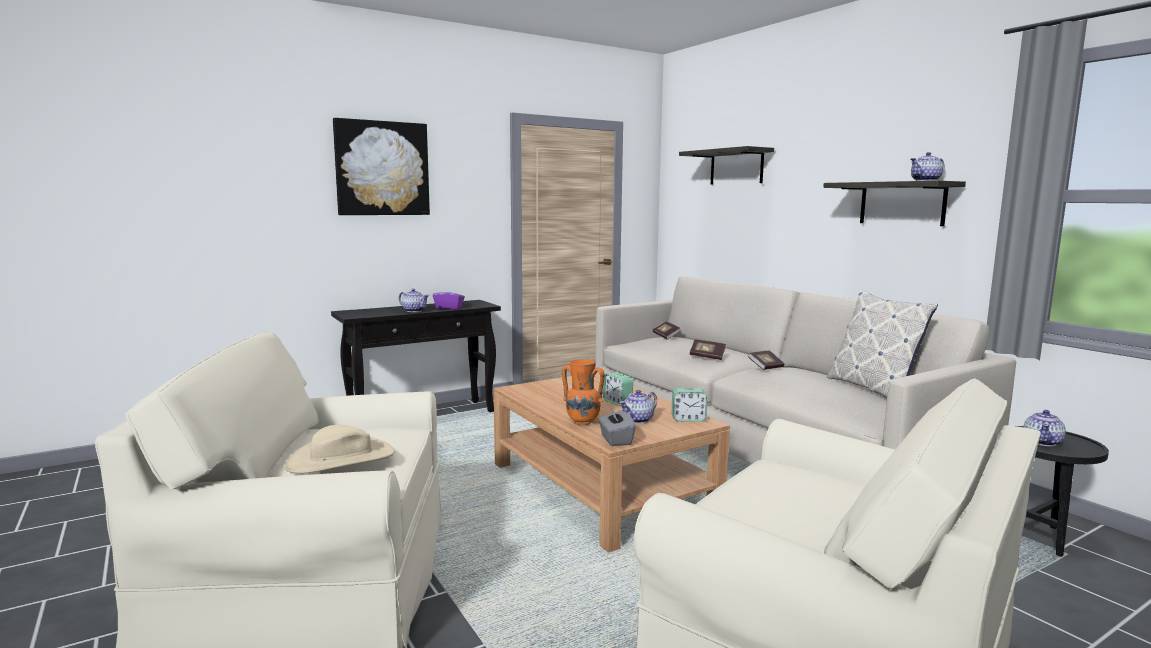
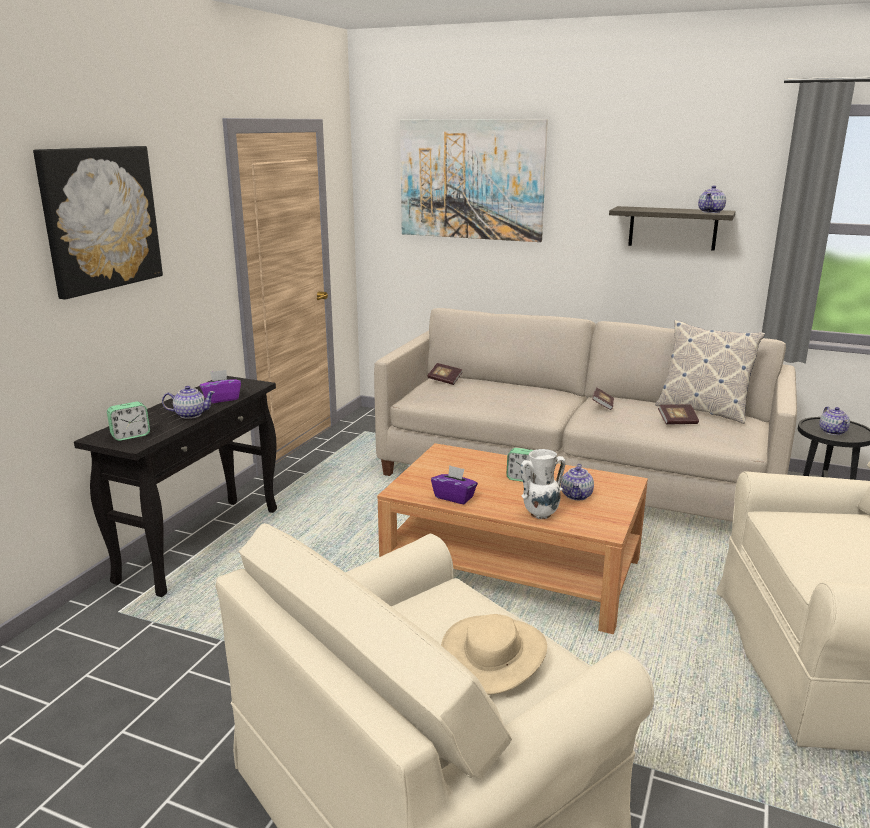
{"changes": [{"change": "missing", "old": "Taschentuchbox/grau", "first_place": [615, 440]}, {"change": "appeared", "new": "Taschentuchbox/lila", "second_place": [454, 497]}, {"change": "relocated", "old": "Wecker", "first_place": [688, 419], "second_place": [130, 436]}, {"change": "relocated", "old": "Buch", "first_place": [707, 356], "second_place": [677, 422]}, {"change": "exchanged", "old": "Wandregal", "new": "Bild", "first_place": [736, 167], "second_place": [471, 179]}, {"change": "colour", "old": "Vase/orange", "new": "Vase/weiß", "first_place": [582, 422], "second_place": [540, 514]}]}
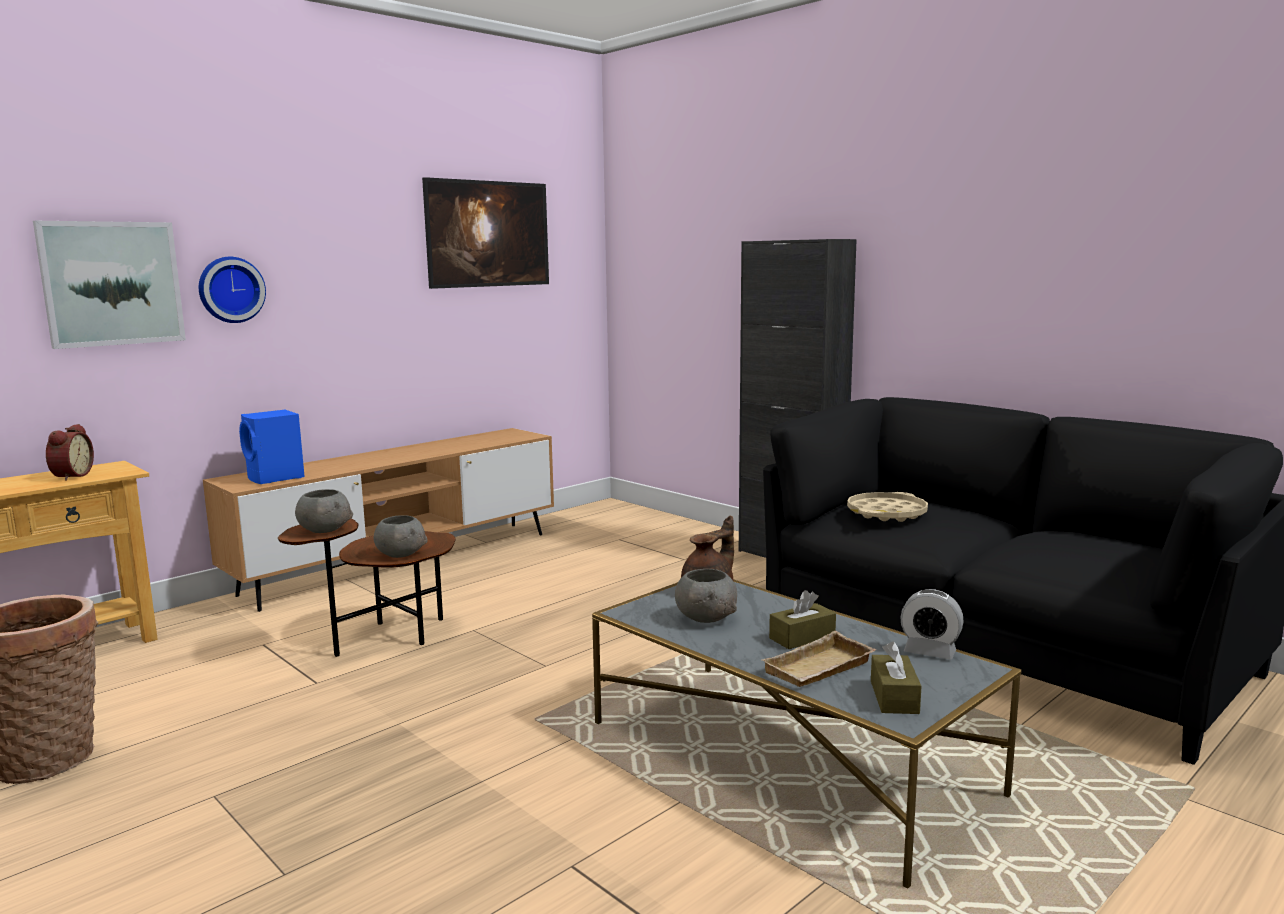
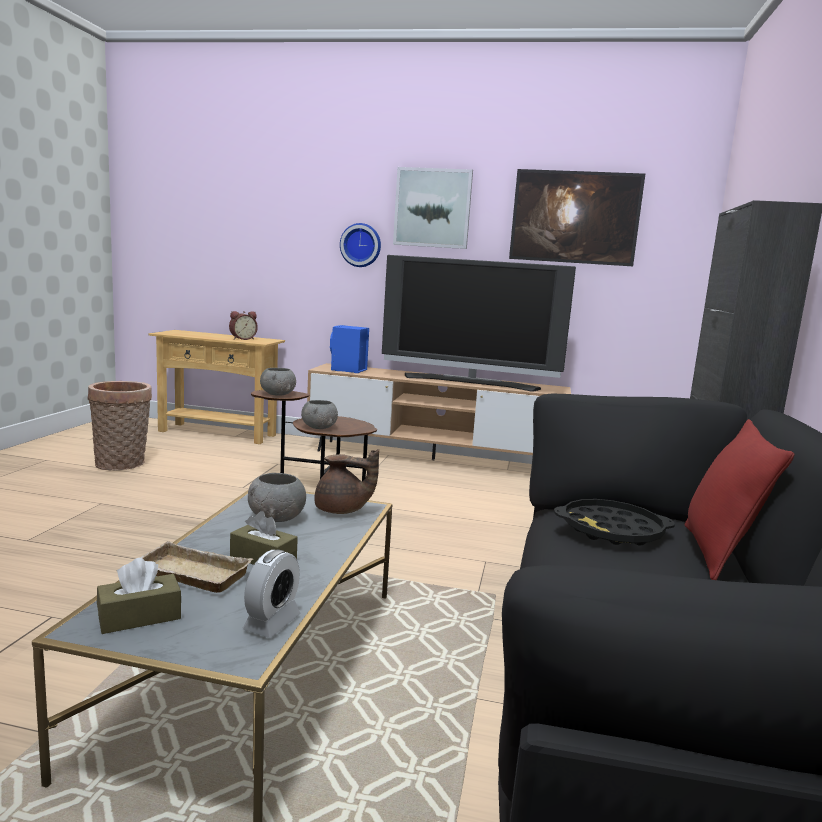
{"changes": [{"change": "appeared", "new": "Fernseher", "second_place": [470, 382]}, {"change": "appeared", "new": "Kissen/rot", "second_place": [718, 554]}, {"change": "relocated", "old": "Bild", "first_place": [112, 283], "second_place": [432, 208]}, {"change": "colour", "old": "Tablett/beige", "new": "Tablett/schwarz", "first_place": [887, 513], "second_place": [611, 530]}, {"change": "spun", "old": "Wecker", "first_place": [929, 652], "second_place": [272, 623], "degrees": -150}]}
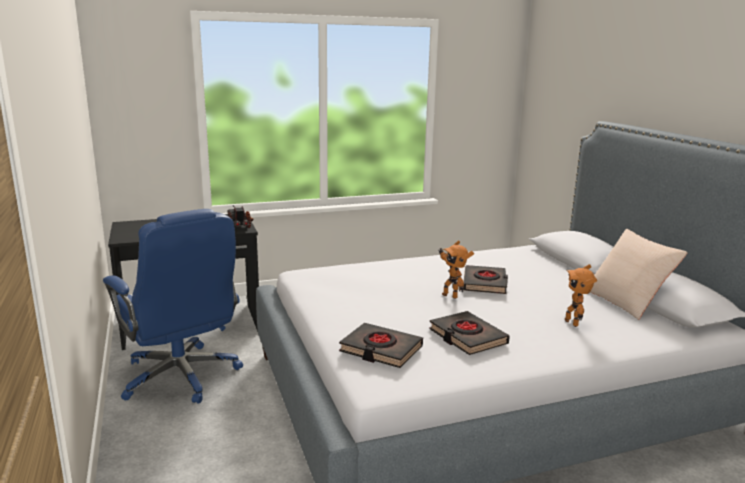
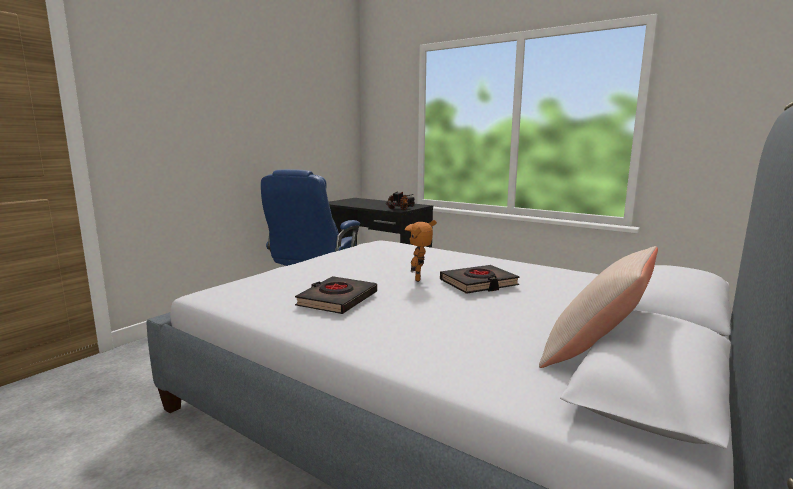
{"changes": [{"change": "missing", "old": "Buch/schwarz", "first_place": [381, 350]}, {"change": "missing", "old": "Spielzeugroboter", "first_place": [573, 323]}]}
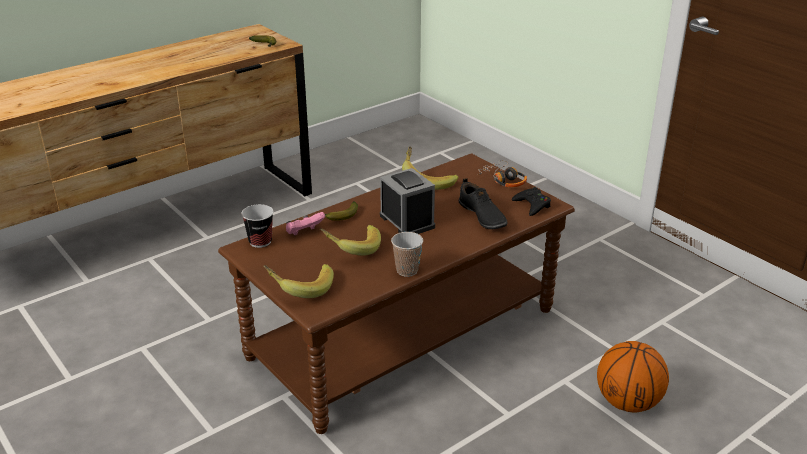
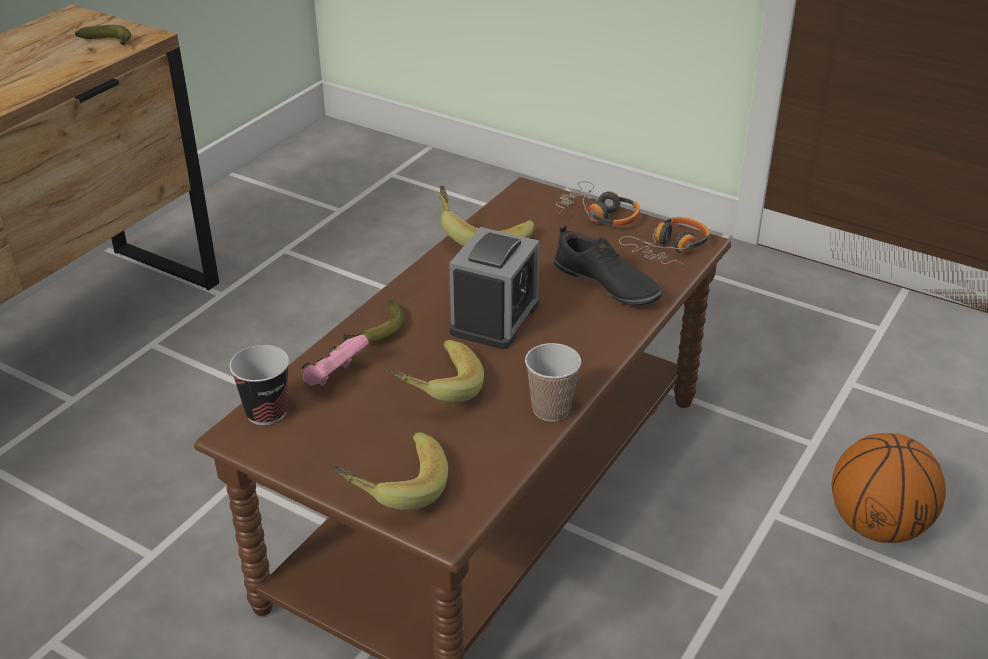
{"changes": [{"change": "exchanged", "old": "Gamepad/schwarz", "new": "Kopfhörer", "first_place": [532, 205], "second_place": [669, 249]}, {"change": "spun", "old": "Wecker", "first_place": [407, 221], "second_place": [494, 318], "degrees": 75}]}
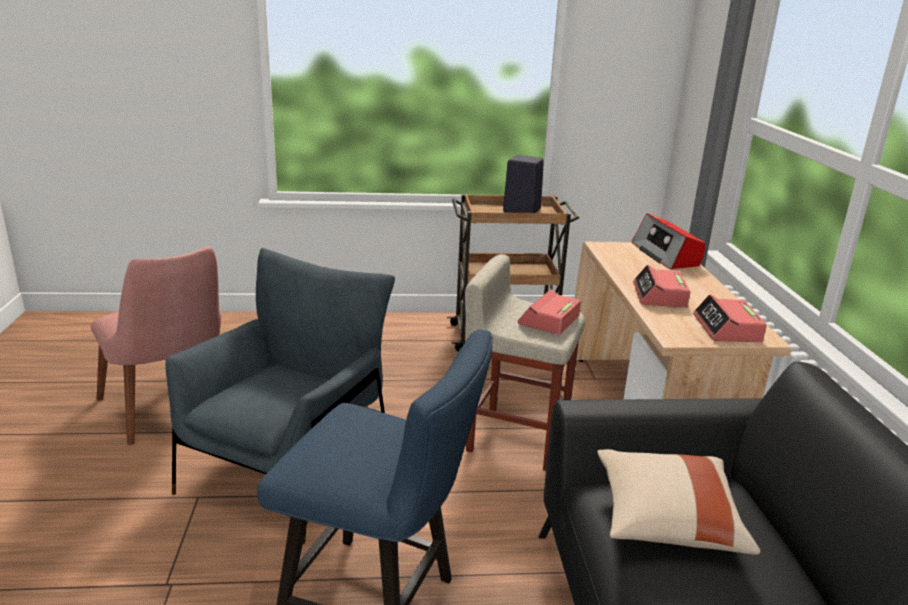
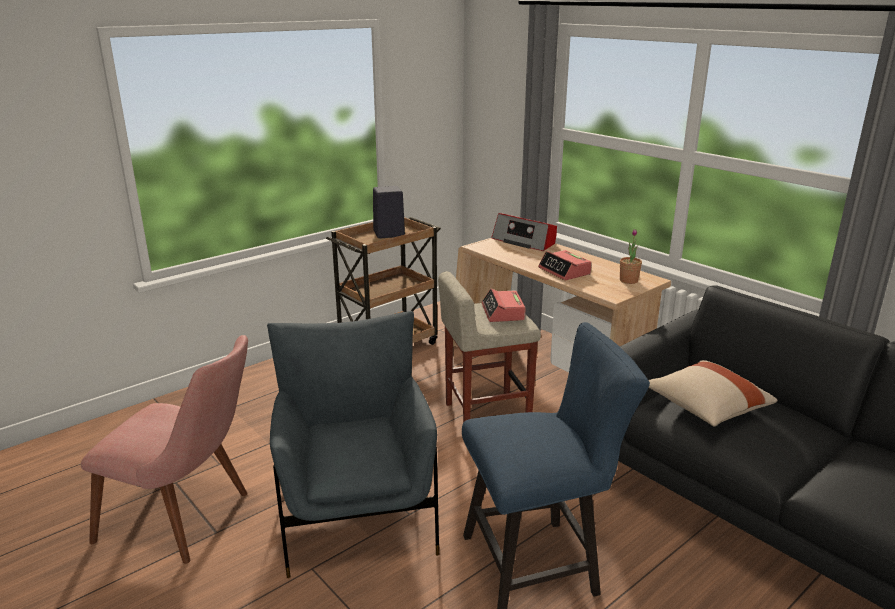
{"changes": [{"change": "exchanged", "old": "Wecker", "new": "Topfpflanze", "first_place": [727, 329], "second_place": [628, 280]}]}
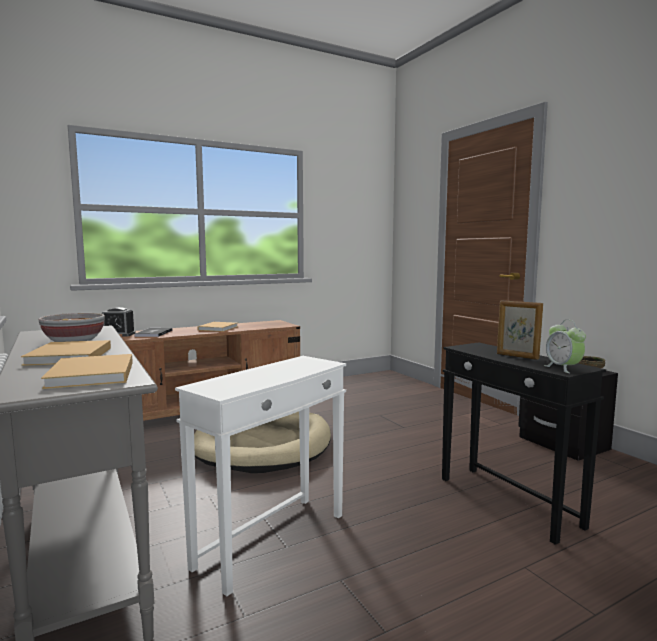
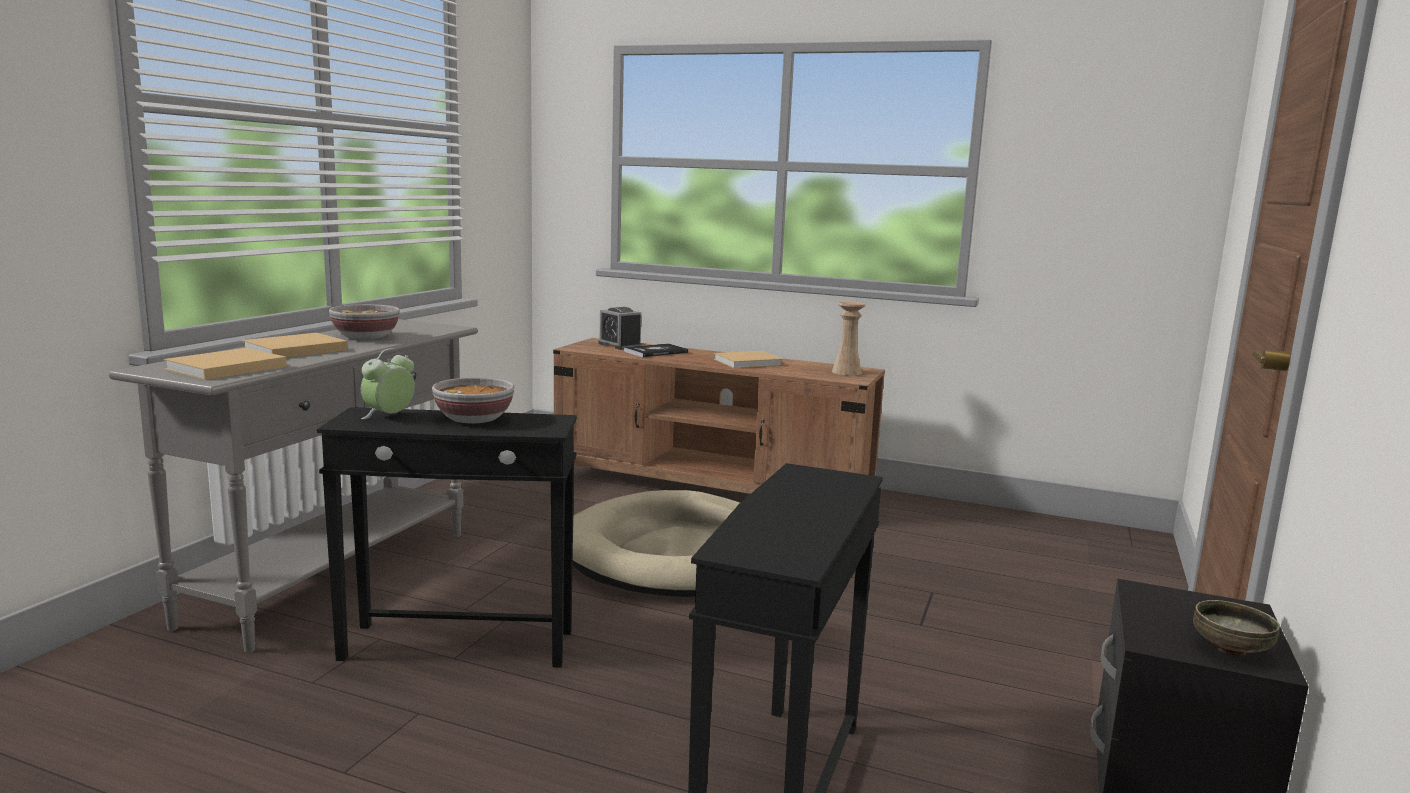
{"changes": [{"change": "missing", "old": "Bilderrahmen", "first_place": [517, 356]}, {"change": "appeared", "new": "Schüssel", "second_place": [475, 419]}, {"change": "appeared", "new": "Vase/beige", "second_place": [846, 372]}, {"change": "relocated", "old": "Wecker", "first_place": [563, 368], "second_place": [389, 416]}, {"change": "colour", "old": "Beistelltisch/weiß", "new": "Beistelltisch/schwarz", "first_place": [273, 540], "second_place": [459, 646]}]}
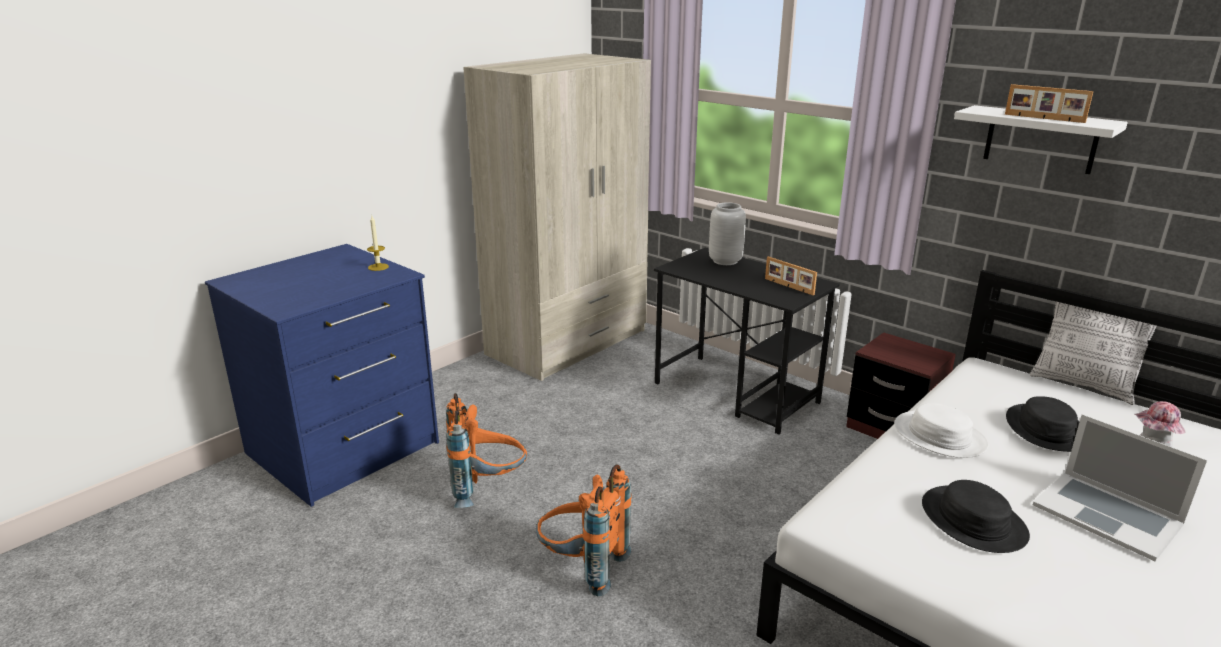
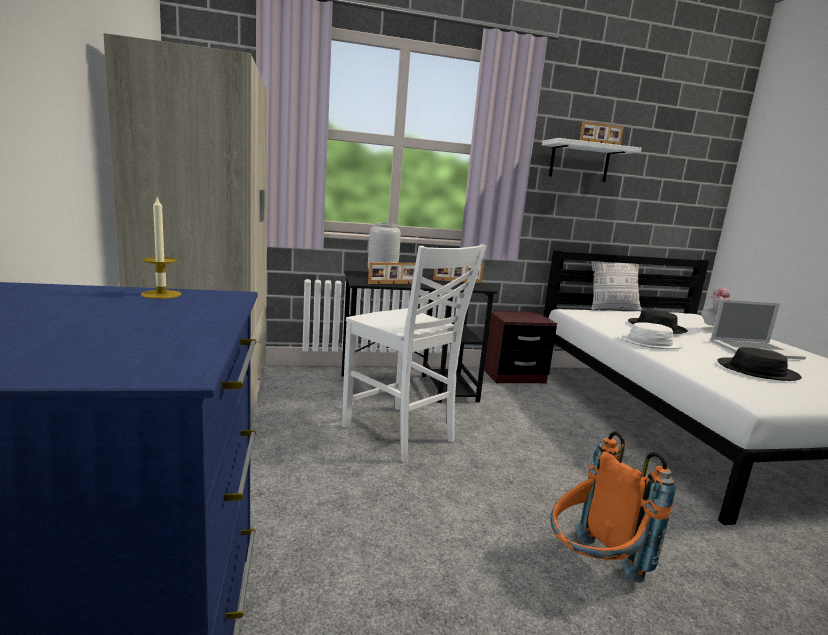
{"changes": [{"change": "missing", "old": "Rucksack/orange", "first_place": [487, 489]}, {"change": "appeared", "new": "Stuhl/weiß", "second_place": [400, 434]}, {"change": "appeared", "new": "Bilderrahmen", "second_place": [393, 283]}]}
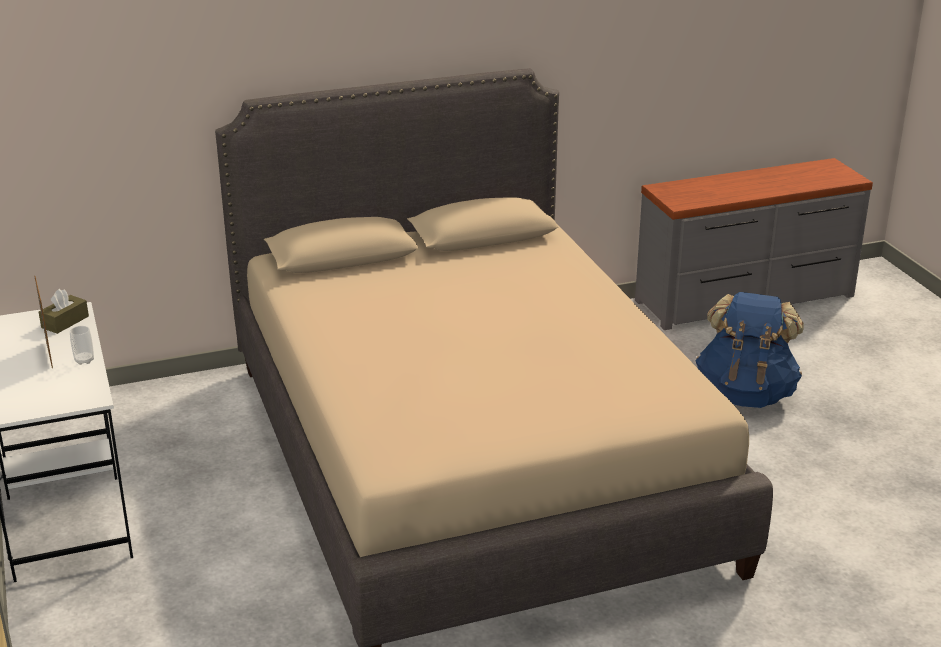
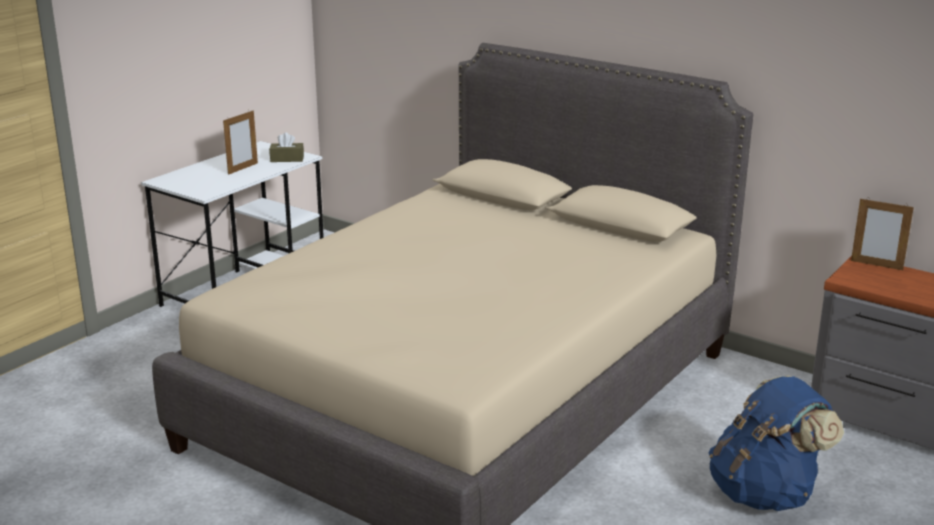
{"changes": [{"change": "missing", "old": "Tasse", "first_place": [84, 360]}, {"change": "appeared", "new": "Bilderrahmen", "second_place": [876, 265]}]}
